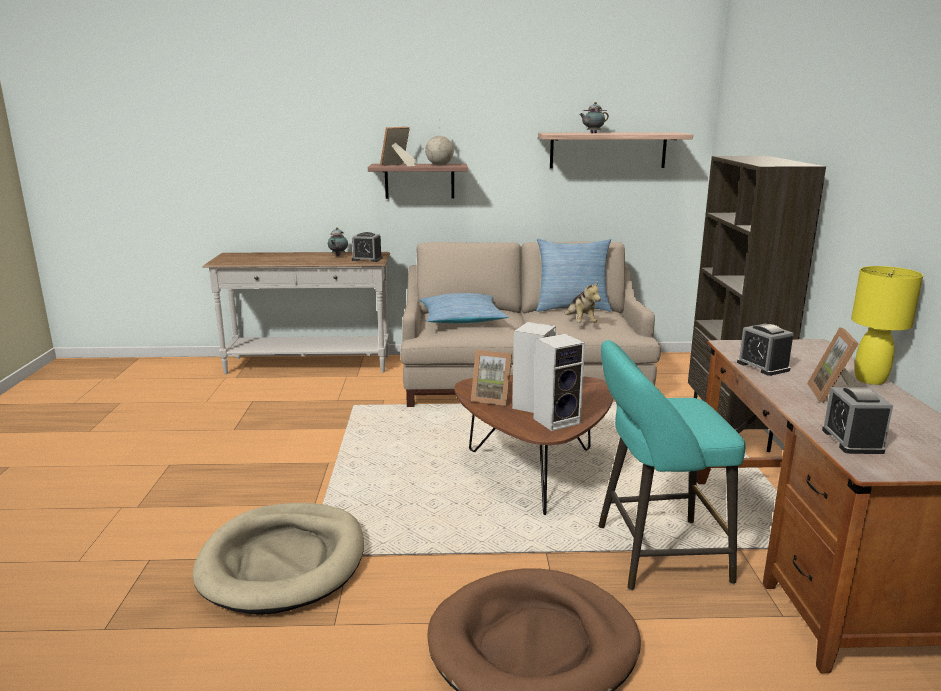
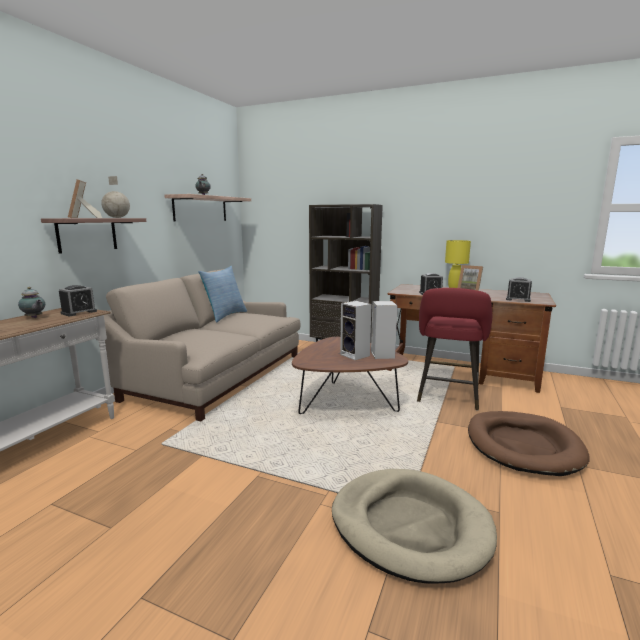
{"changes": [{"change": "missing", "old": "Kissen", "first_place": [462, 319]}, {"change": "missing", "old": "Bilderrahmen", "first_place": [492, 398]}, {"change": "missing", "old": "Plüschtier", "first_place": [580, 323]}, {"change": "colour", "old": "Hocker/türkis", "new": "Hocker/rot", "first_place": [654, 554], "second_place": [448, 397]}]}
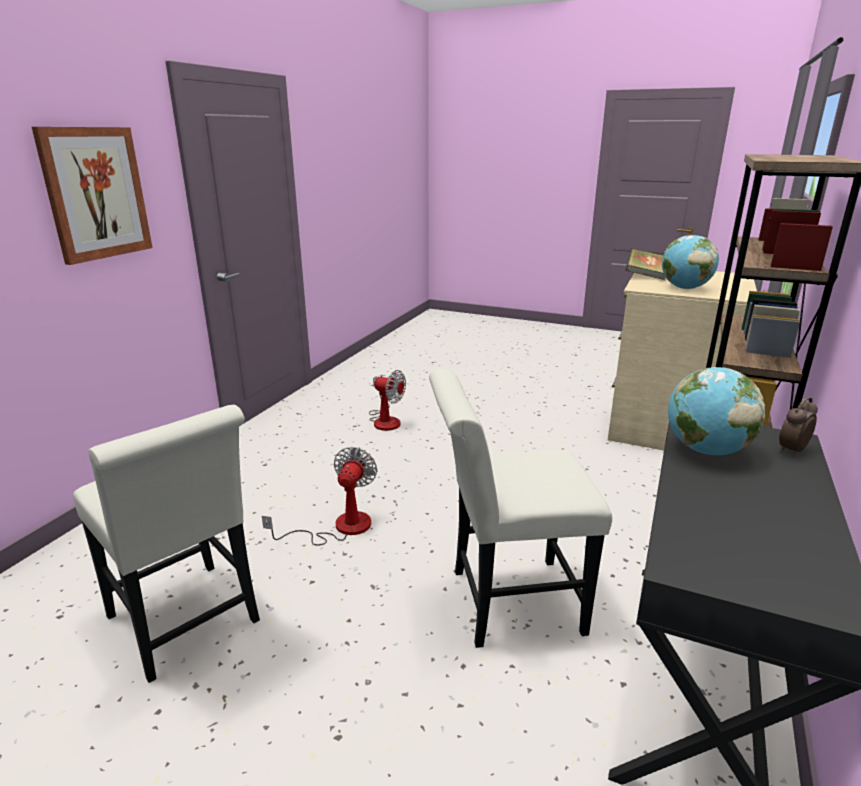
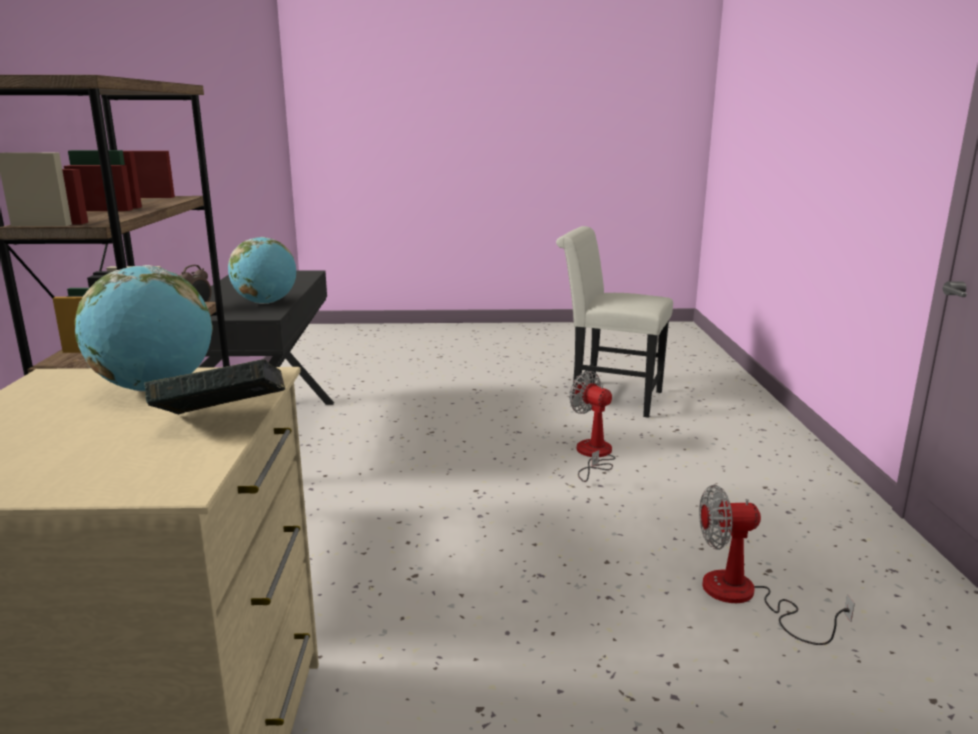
{"changes": [{"change": "missing", "old": "Bild", "first_place": [96, 193]}, {"change": "missing", "old": "Stuhl/weiß", "first_place": [506, 602]}, {"change": "spun", "old": "Ventilator", "first_place": [339, 527], "second_place": [593, 455], "degrees": 150}]}
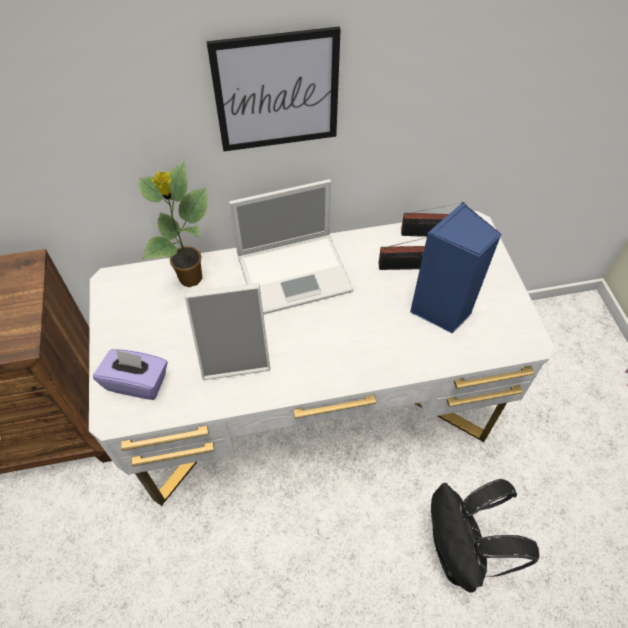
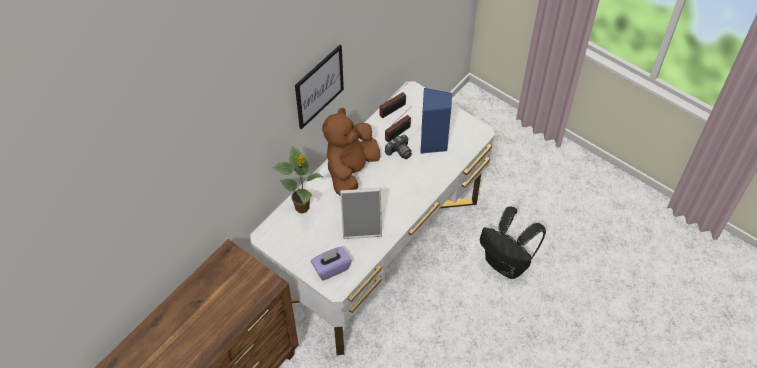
{"changes": [{"change": "appeared", "new": "Kamera", "second_place": [399, 151]}, {"change": "exchanged", "old": "Laptop", "new": "Plüschtier/braun", "first_place": [296, 272], "second_place": [350, 170]}, {"change": "spun", "old": "Bilderrahmen", "first_place": [235, 354], "second_place": [362, 226], "degrees": 45}]}
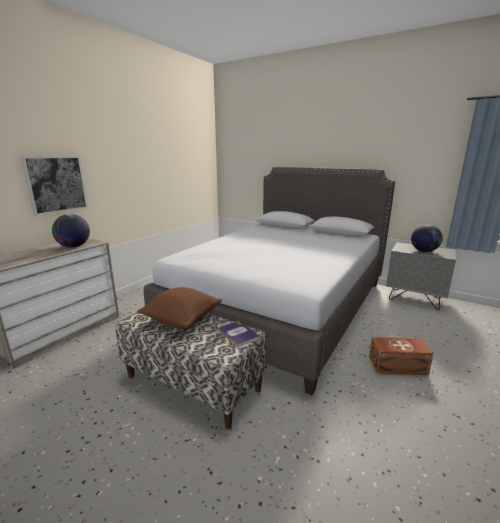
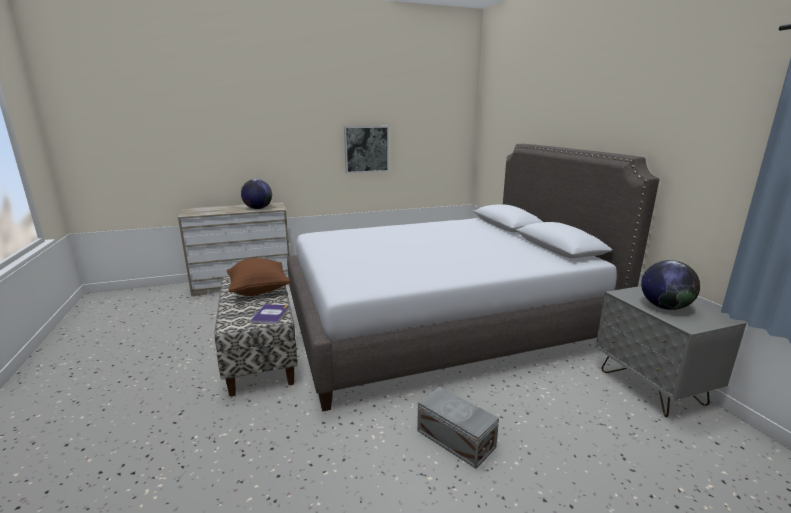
{"changes": [{"change": "relocated", "old": "Bild", "first_place": [56, 184], "second_place": [366, 149]}, {"change": "colour", "old": "Aufbewahrungsbox/braun", "new": "Aufbewahrungsbox/grau", "first_place": [398, 366], "second_place": [455, 440]}]}
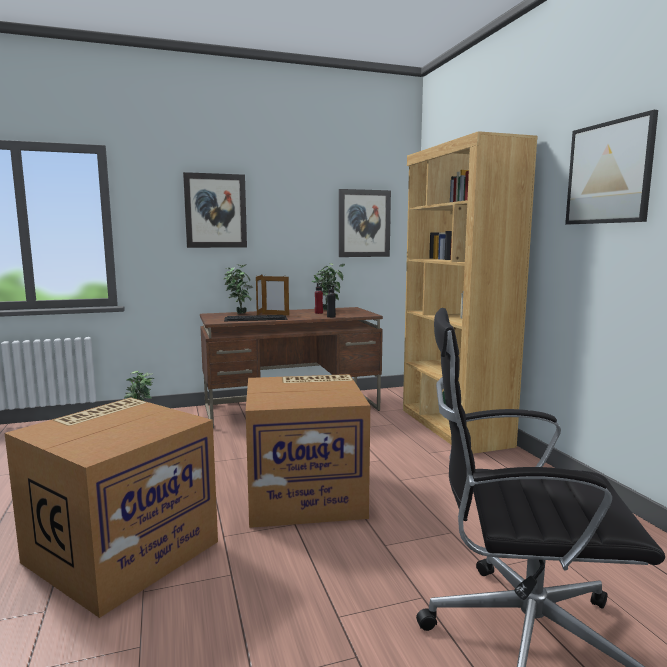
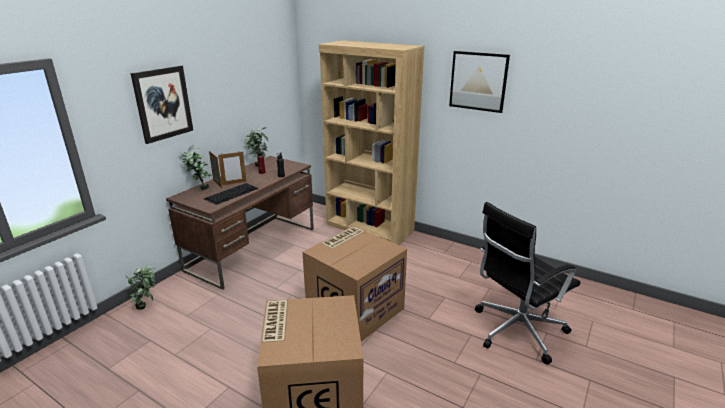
{"changes": [{"change": "missing", "old": "Bild", "first_place": [364, 223]}]}
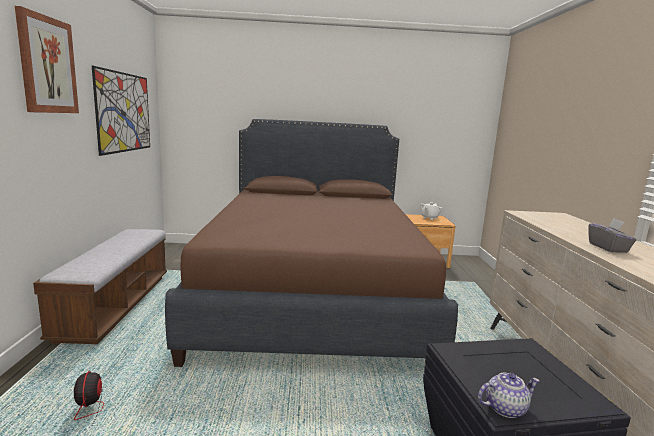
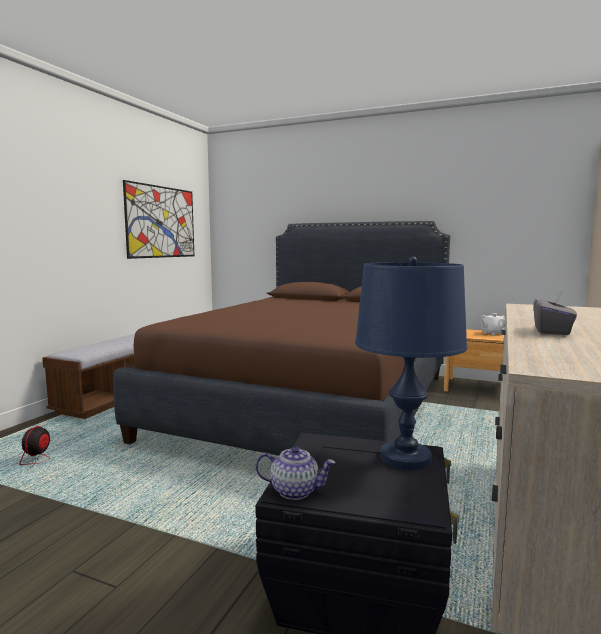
{"changes": [{"change": "missing", "old": "Bild", "first_place": [47, 65]}, {"change": "appeared", "new": "Tischlampe/blau", "second_place": [405, 457]}]}
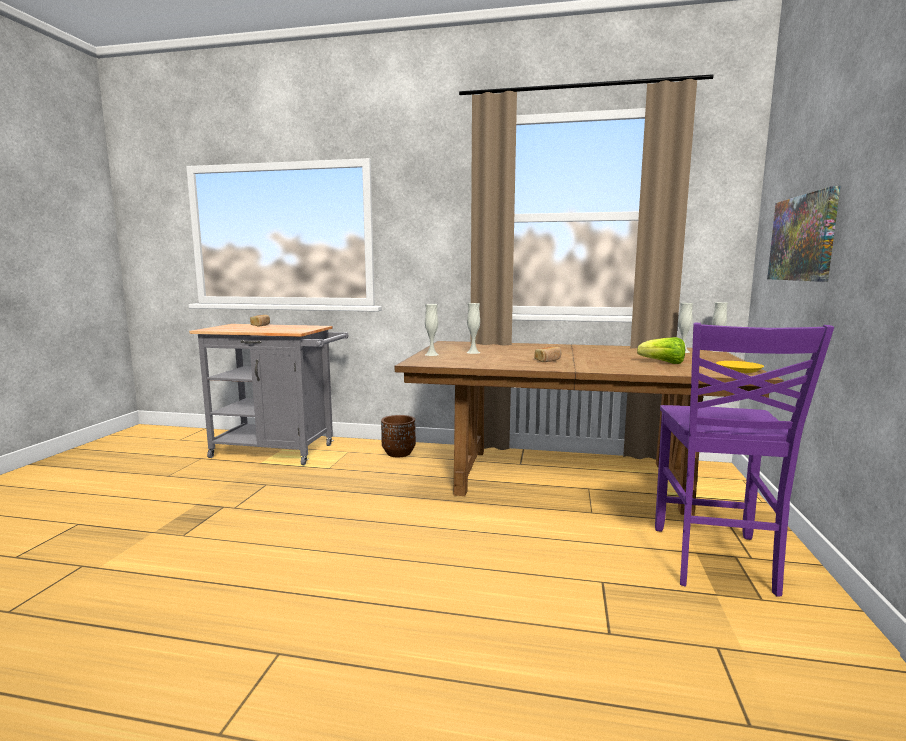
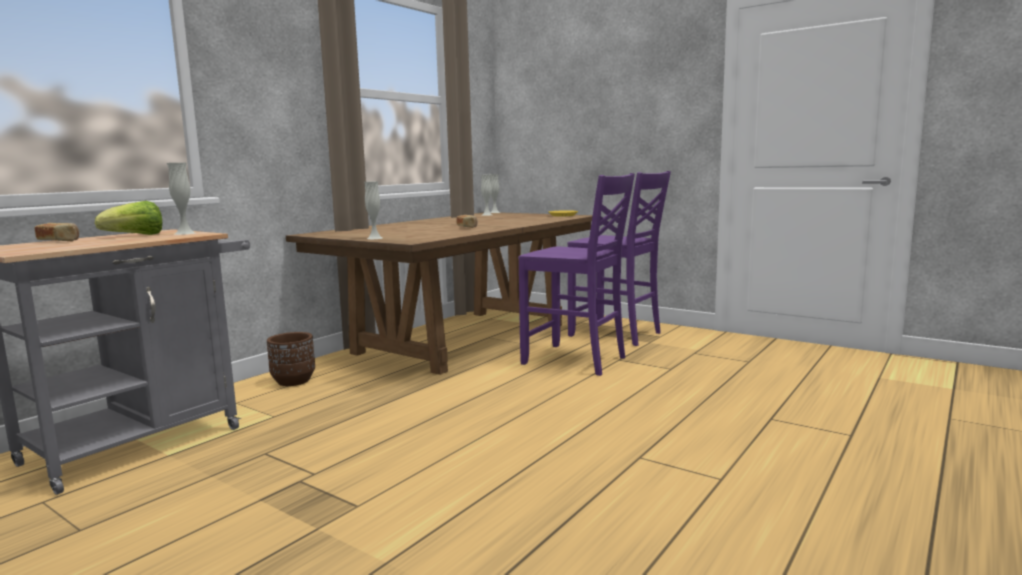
{"changes": [{"change": "missing", "old": "Bild", "first_place": [803, 238]}, {"change": "appeared", "new": "Stuhl/lila", "second_place": [576, 361]}, {"change": "relocated", "old": "Vase/weiß", "first_place": [473, 352], "second_place": [185, 233]}, {"change": "relocated", "old": "Salatkopf", "first_place": [663, 363], "second_place": [135, 236]}]}
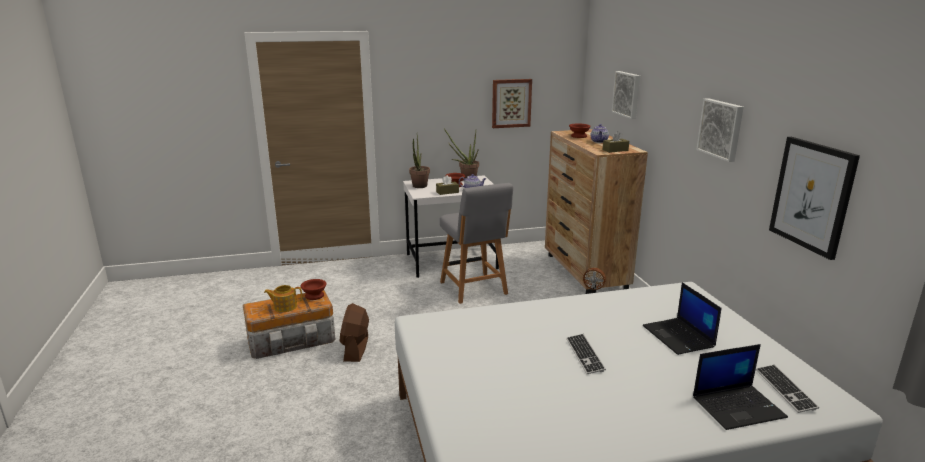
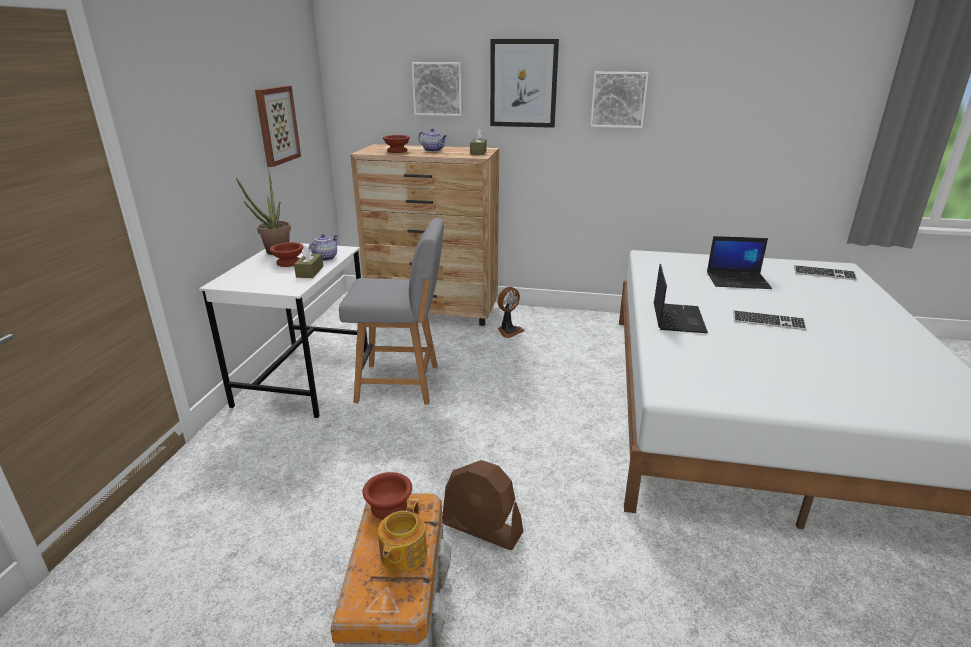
{"changes": [{"change": "missing", "old": "Topfpflanze", "first_place": [419, 187]}, {"change": "relocated", "old": "Laptop", "first_place": [738, 406], "second_place": [677, 318]}, {"change": "relocated", "old": "Bild", "first_place": [812, 196], "second_place": [523, 83]}]}
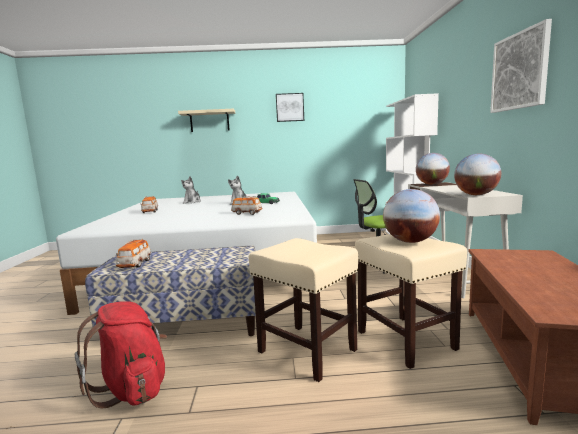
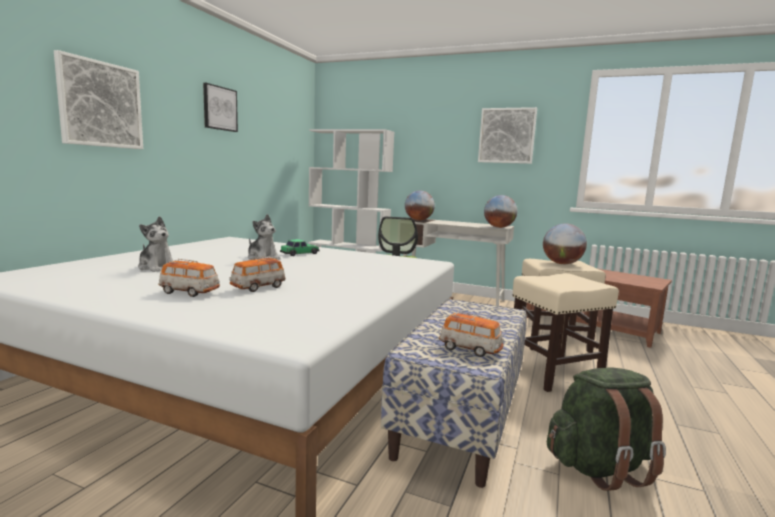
{"changes": [{"change": "relocated", "old": "Spielzeugauto", "first_place": [247, 213], "second_place": [258, 287]}, {"change": "exchanged", "old": "Wandregal/beige", "new": "Bild", "first_place": [209, 121], "second_place": [100, 104]}, {"change": "colour", "old": "Rucksack/rot", "new": "Rucksack/grün", "first_place": [132, 388], "second_place": [600, 467]}]}
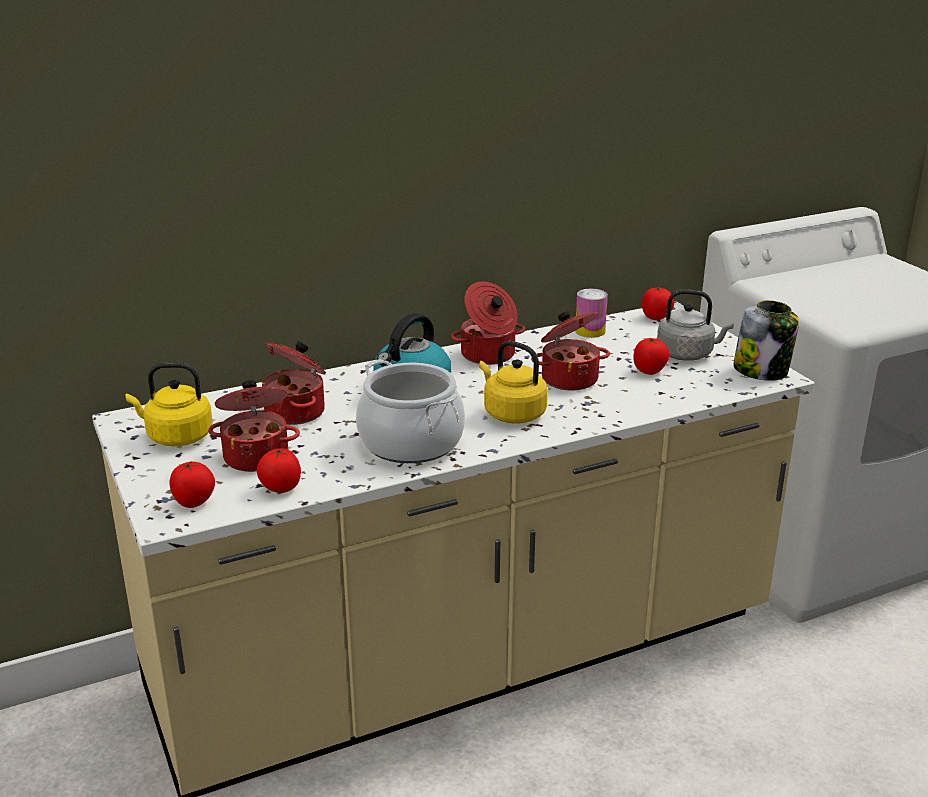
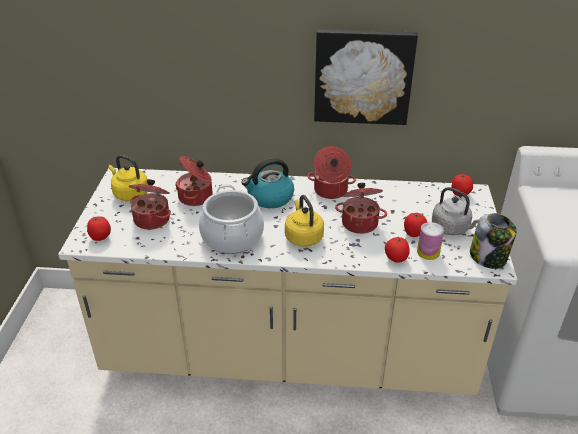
{"changes": [{"change": "appeared", "new": "Bild", "second_place": [363, 76]}, {"change": "relocated", "old": "Tomate", "first_place": [280, 489], "second_place": [395, 259]}, {"change": "relocated", "old": "Dose", "first_place": [590, 331], "second_place": [428, 252]}]}
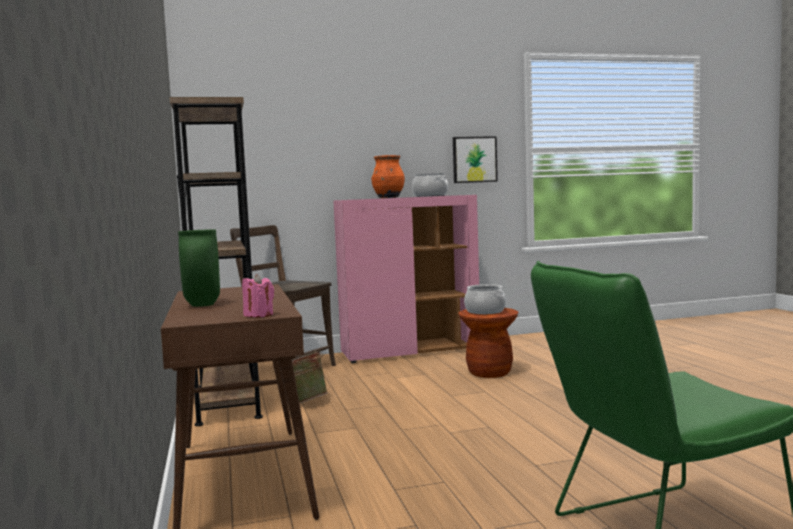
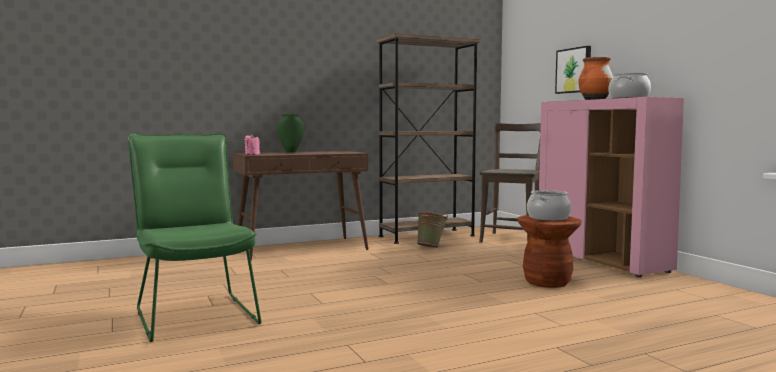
{"changes": [{"change": "relocated", "old": "Bild", "first_place": [474, 159], "second_place": [574, 70]}]}
